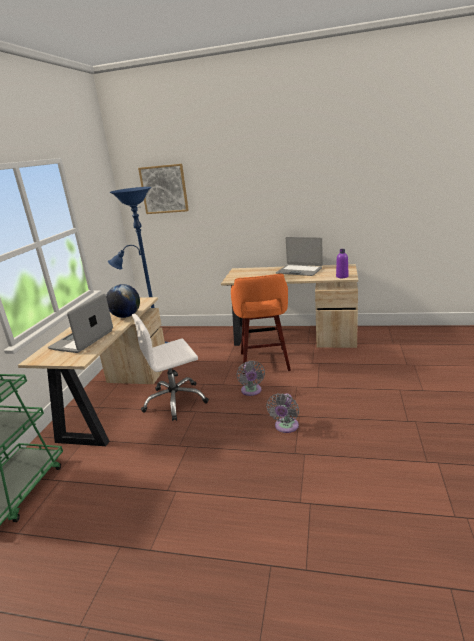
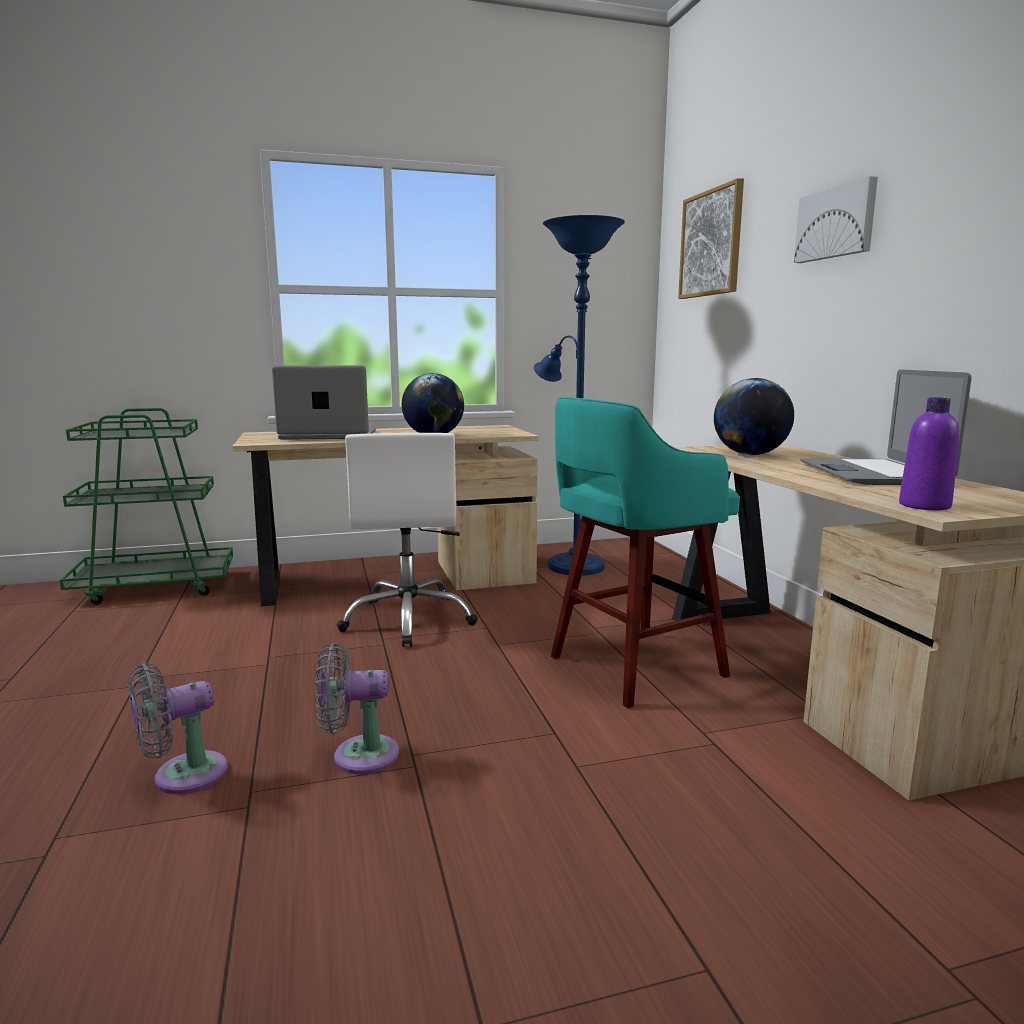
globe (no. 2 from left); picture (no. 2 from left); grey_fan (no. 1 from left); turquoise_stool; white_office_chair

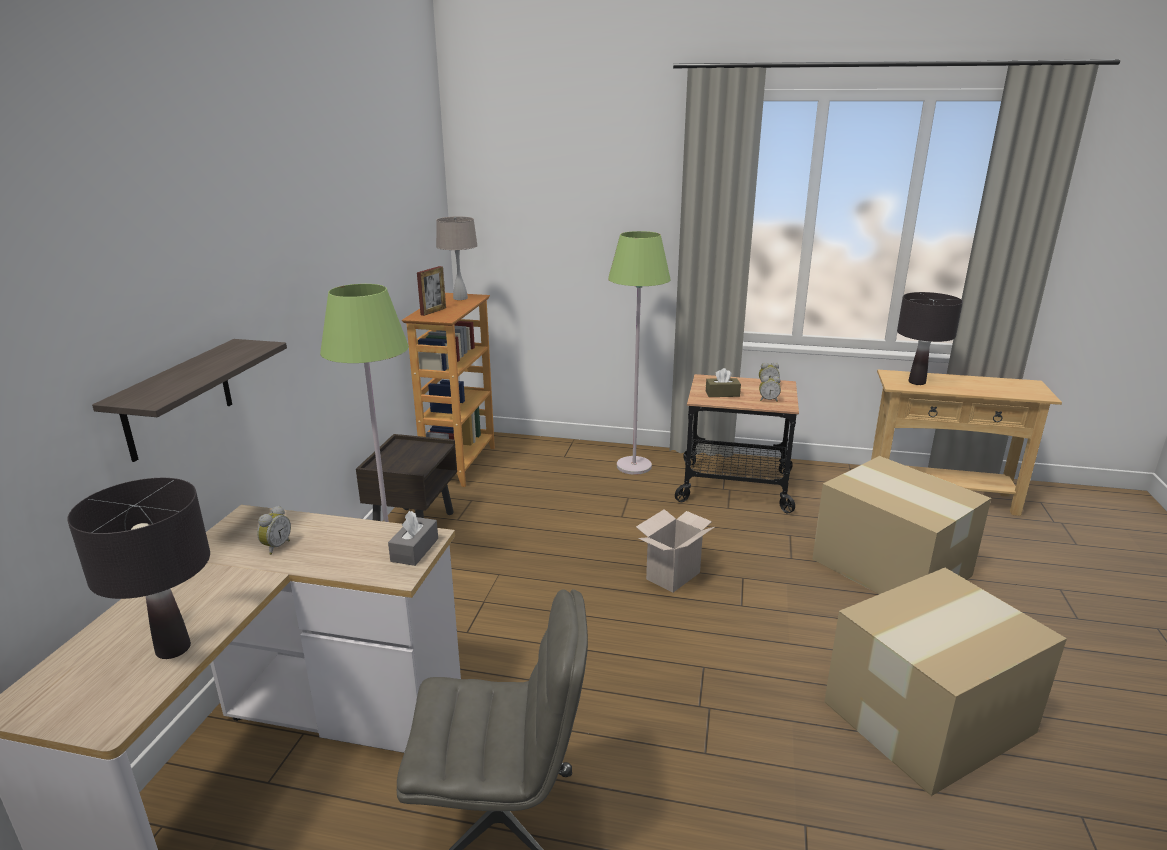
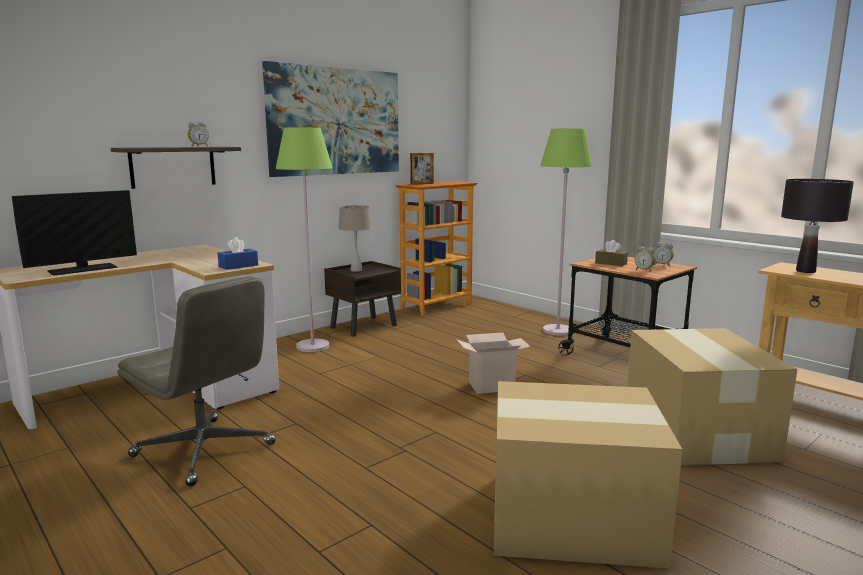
picture; alarm_clock (no. 1 from left); beige_table_lamp; monitor; blue_tissue_box

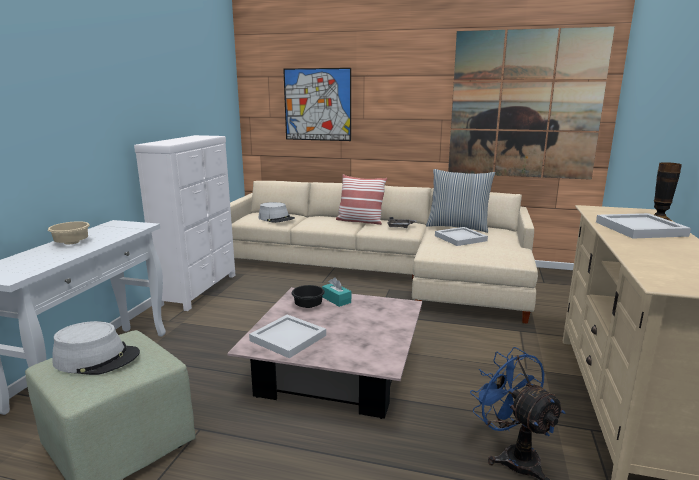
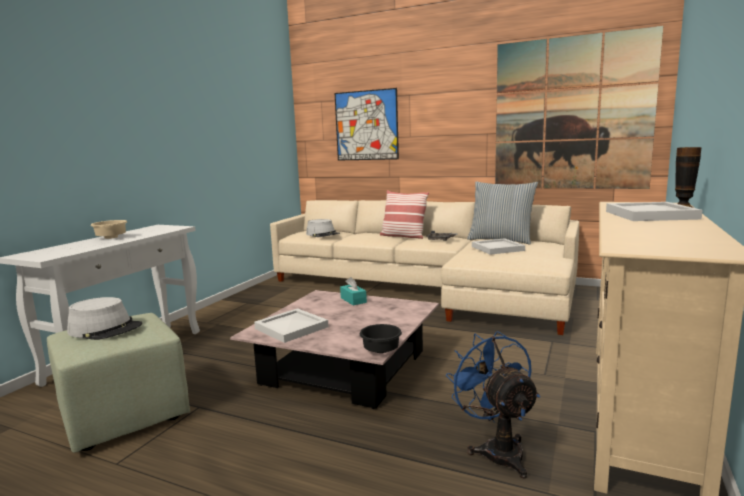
white_dresser; black_bowl

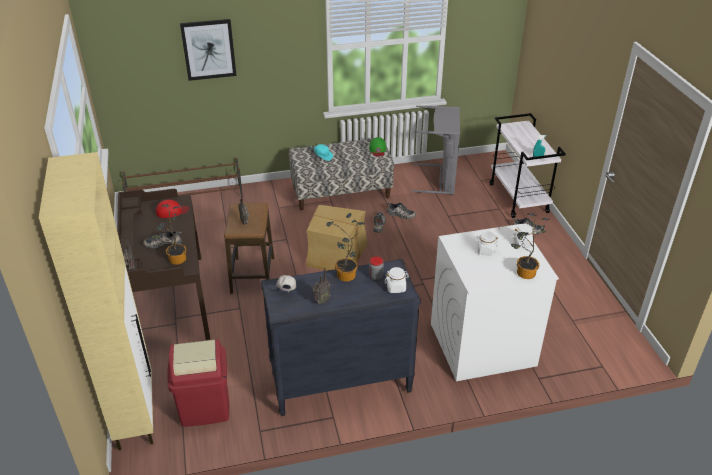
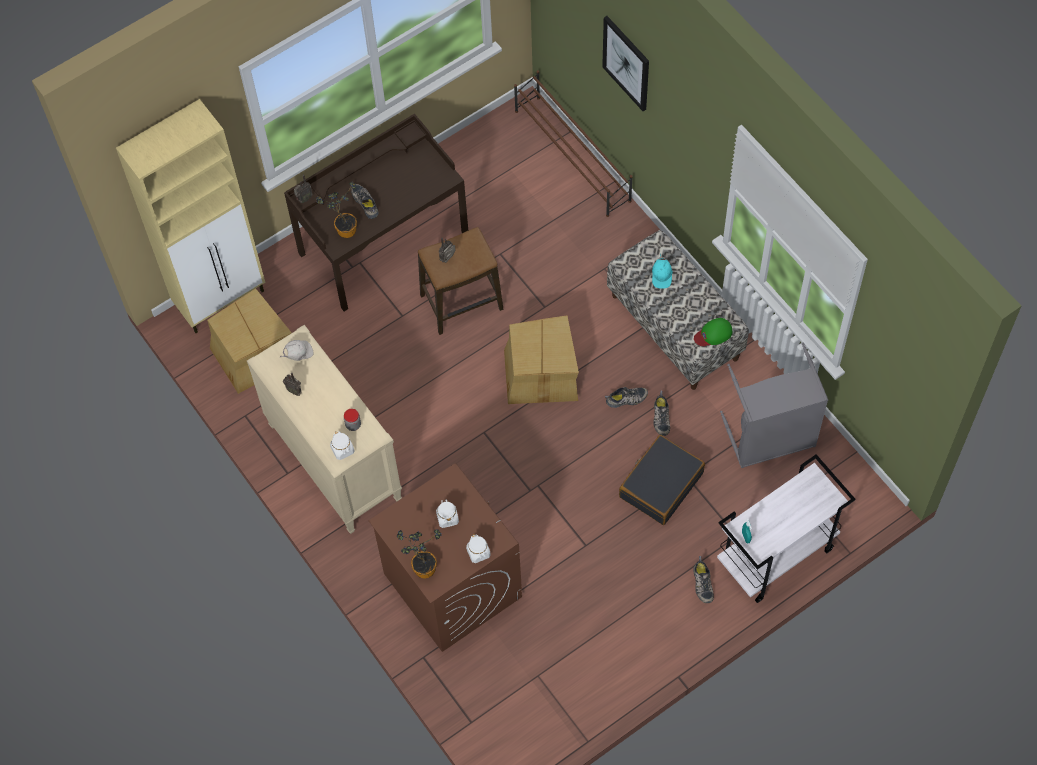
red_cap; potted_plant (no. 2 from left in the first image); black_suitcase; cardboard_box (no. 1 from left); beige_dresser; brown_washing_machine

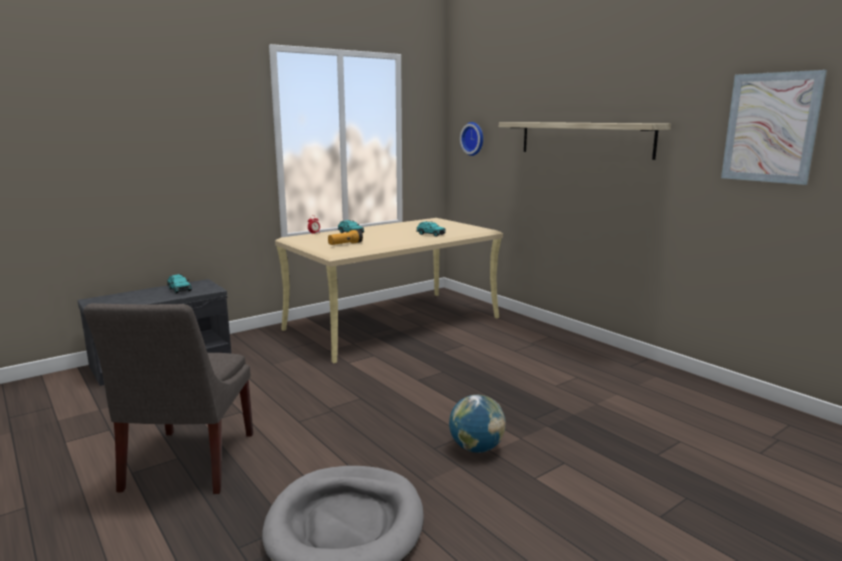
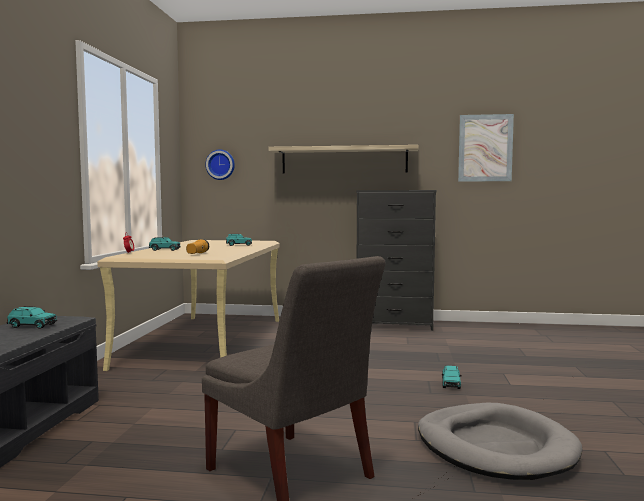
black_dresser; turquoise_toy_car (no. 4 from left)

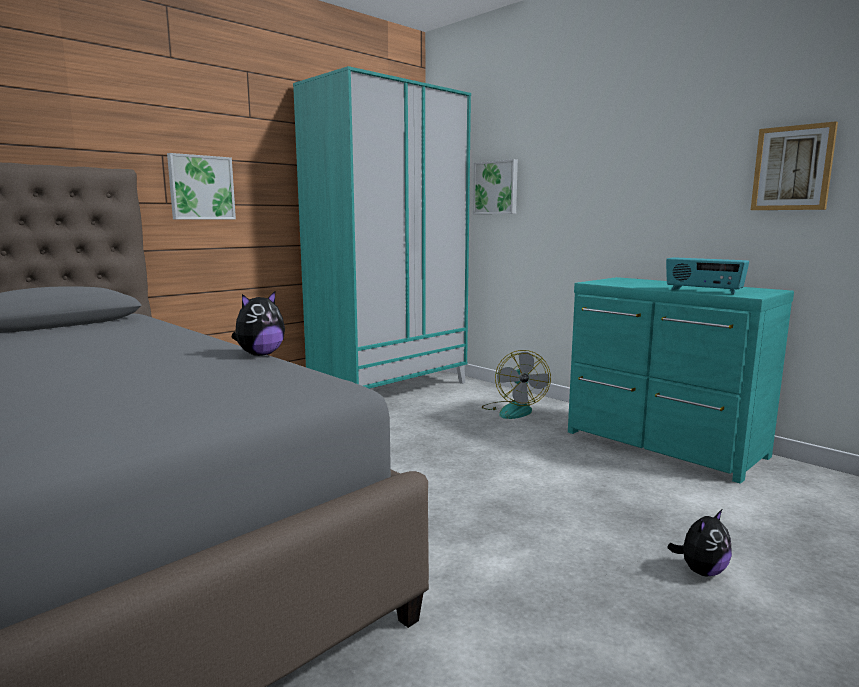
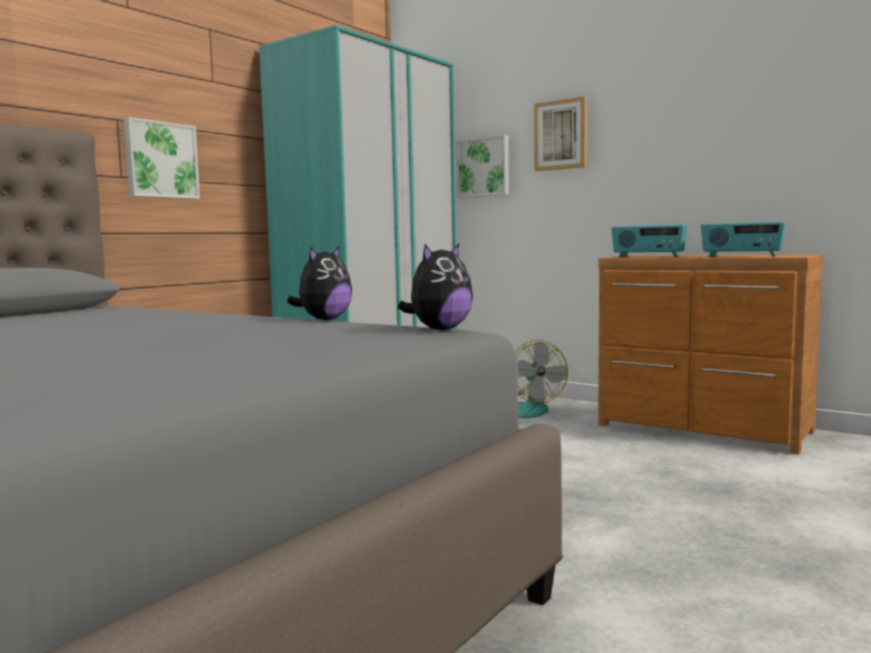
radio (no. 1 from left); plush_toy (no. 2 from left); picture (no. 3 from left); brown_dresser

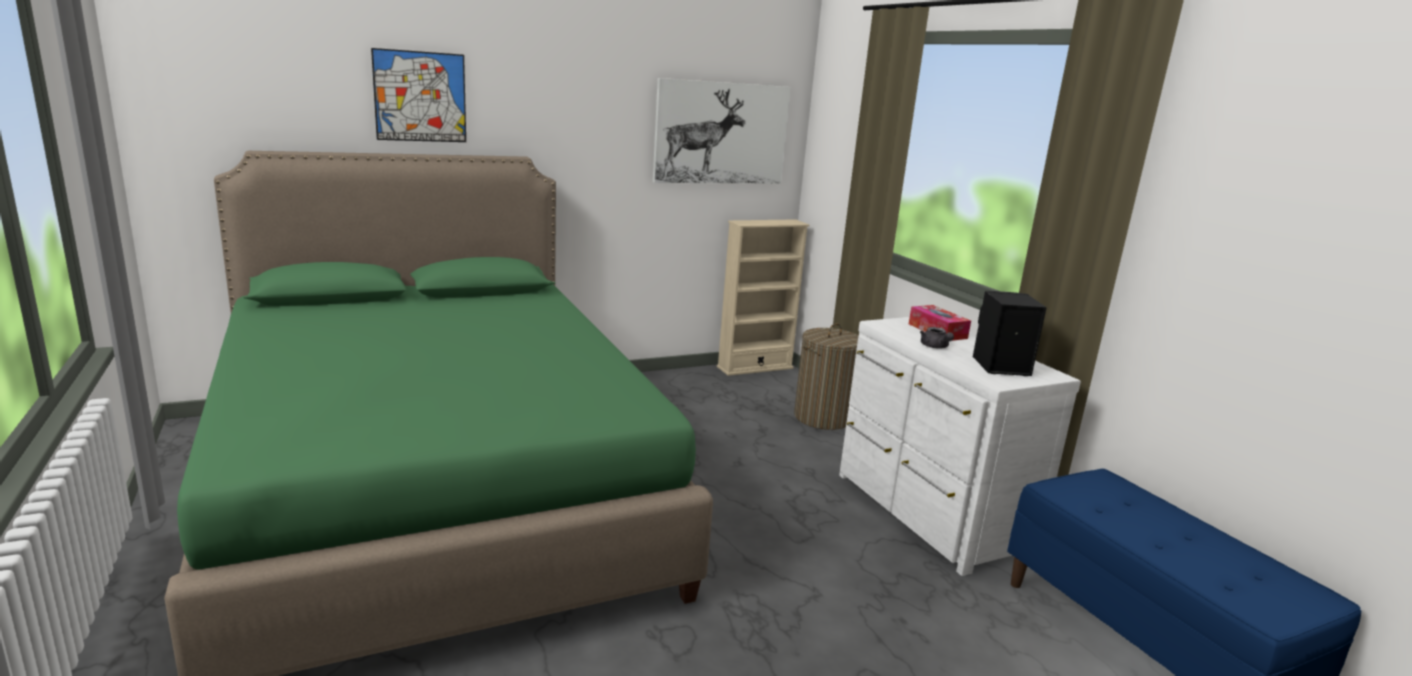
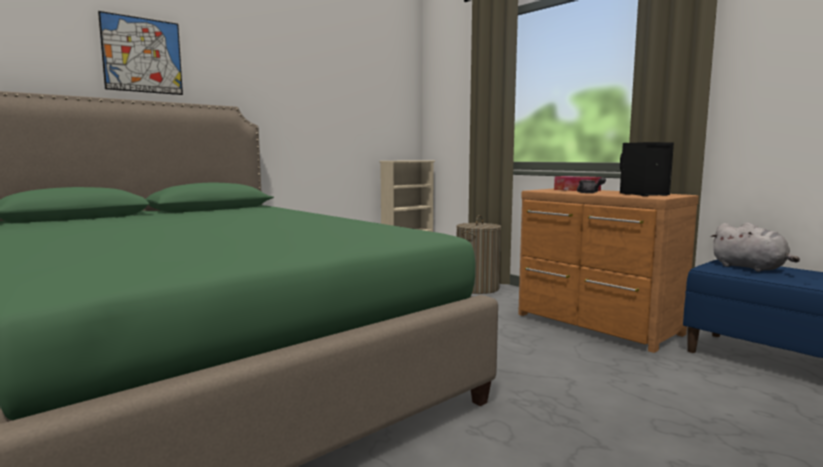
picture (no. 2 from left in the first image); grey_plush_toy; brown_dresser

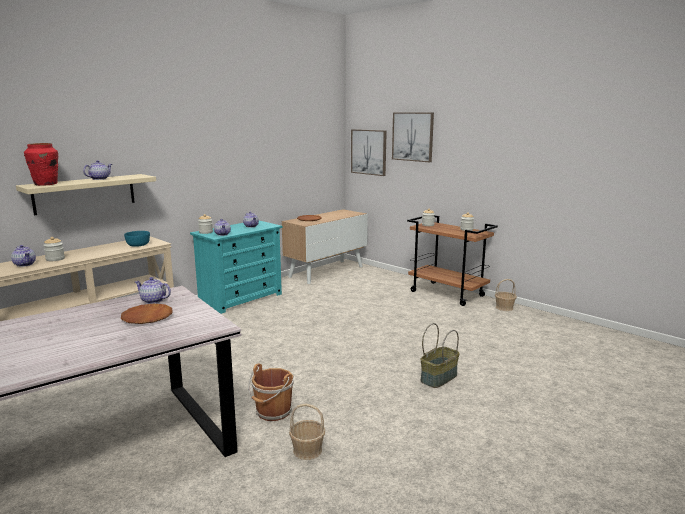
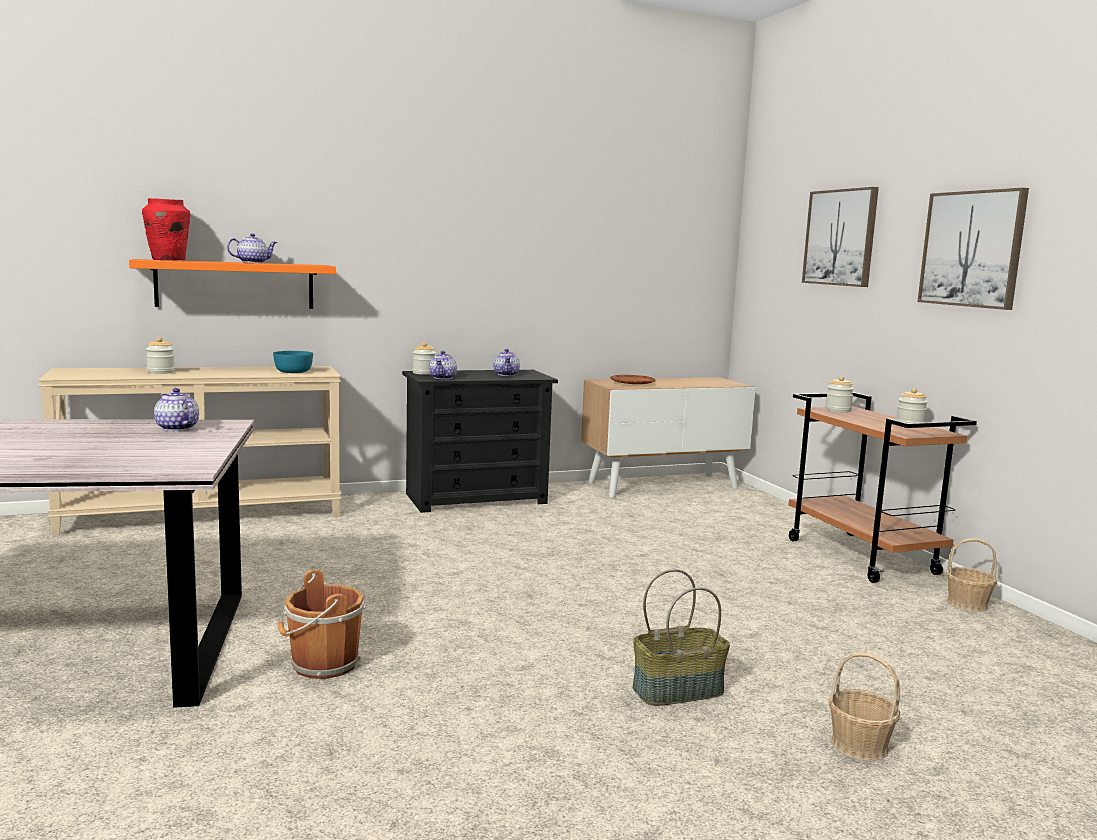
teapot (no. 1 from left in the first image); brown_plate (no. 1 from left in the first image); basket (no. 2 from left); picture (no. 2 from left); orange_shelf; black_dresser

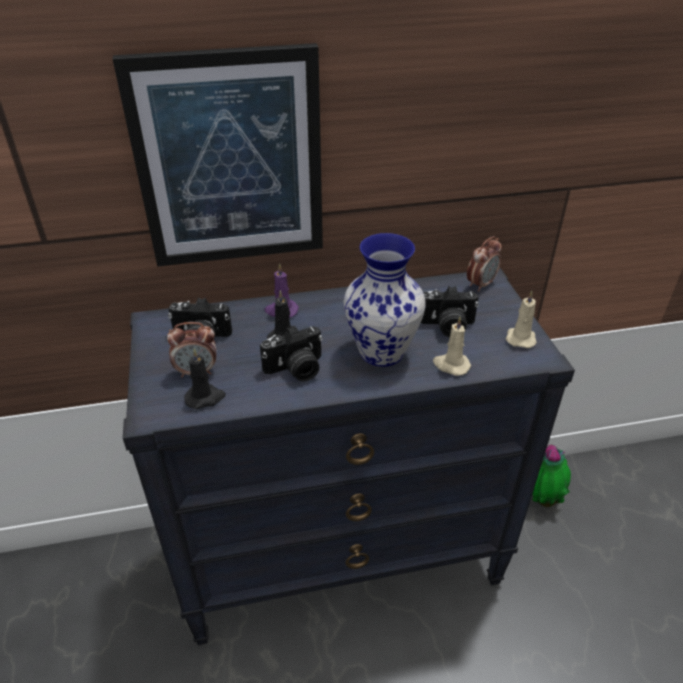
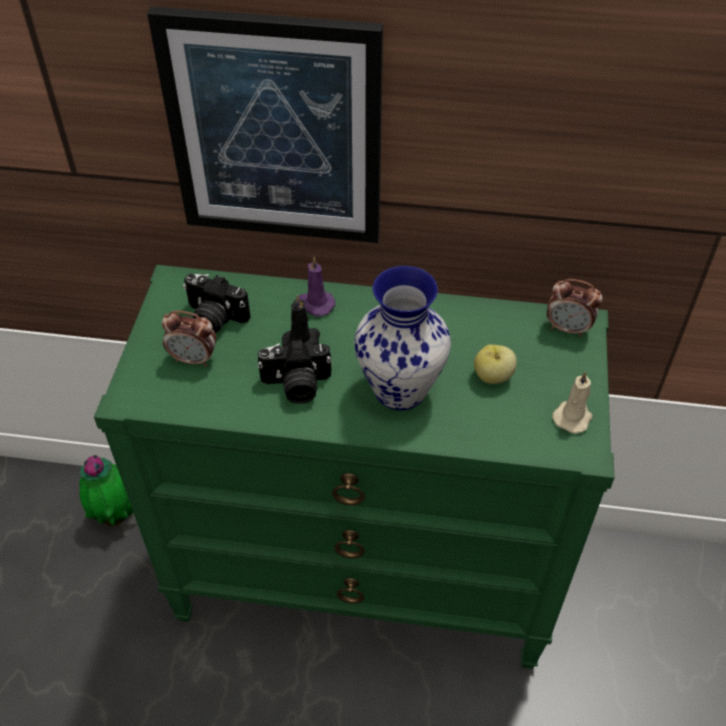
black_candle (no. 1 from left in the first image); beige_candle (no. 1 from left in the first image); potted_plant; apple; green_dresser; alarm_clock (no. 2 from left)

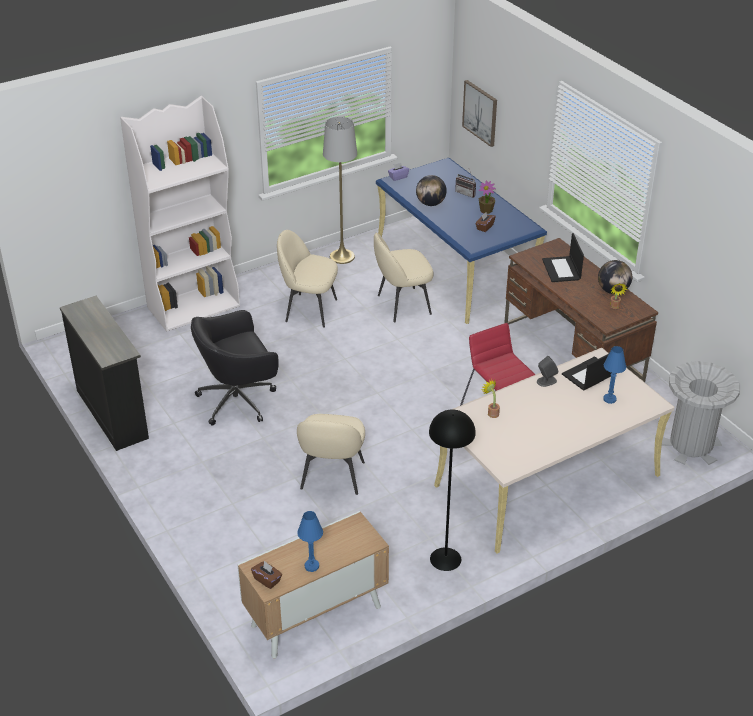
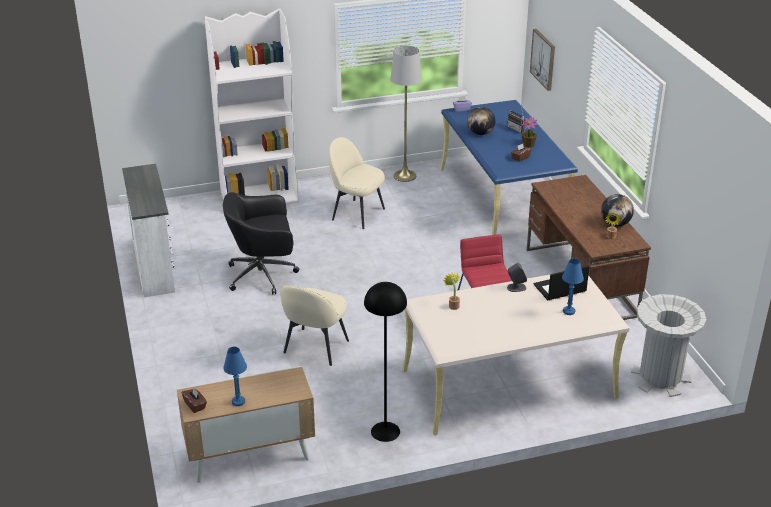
beige_chair (no. 3 from left in the first image); laptop (no. 1 from left in the first image); white_dresser

